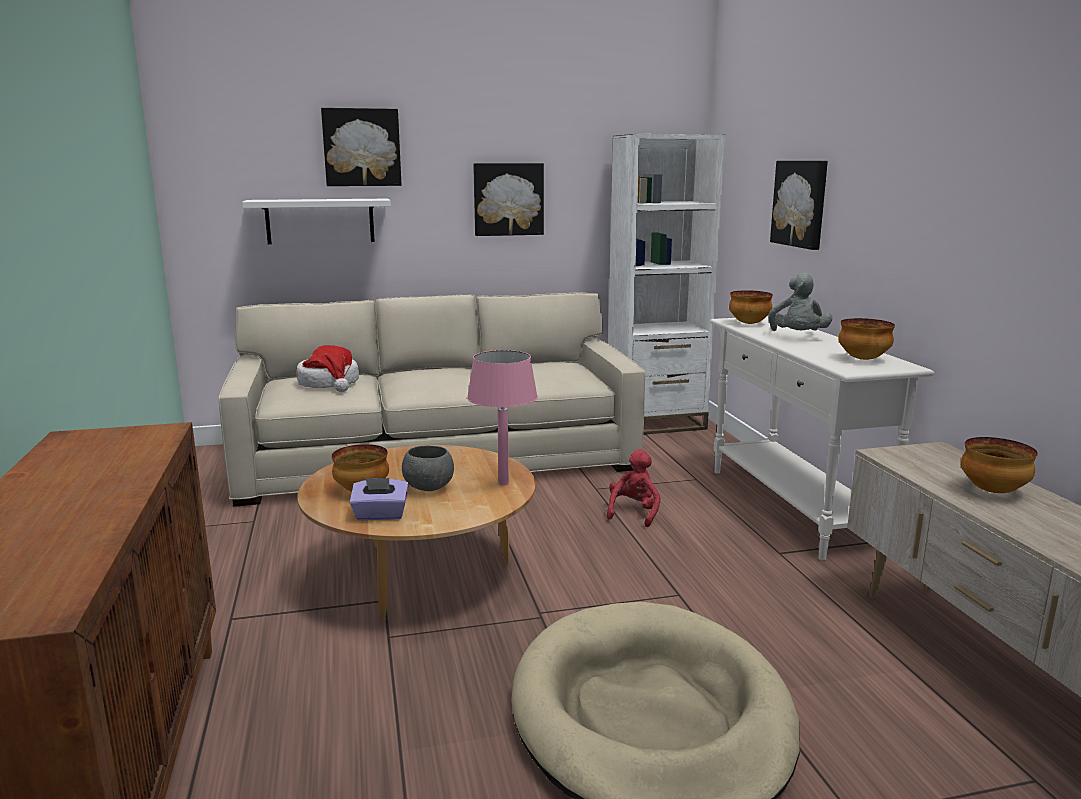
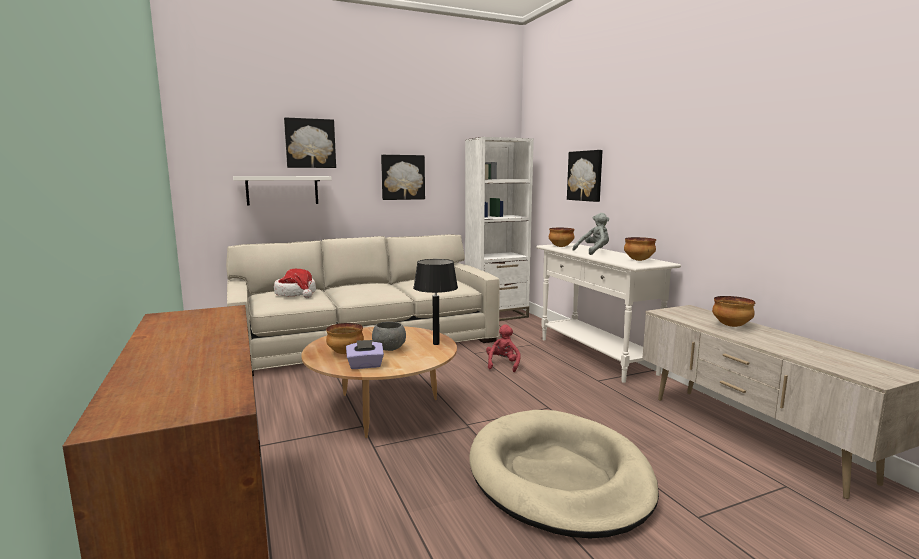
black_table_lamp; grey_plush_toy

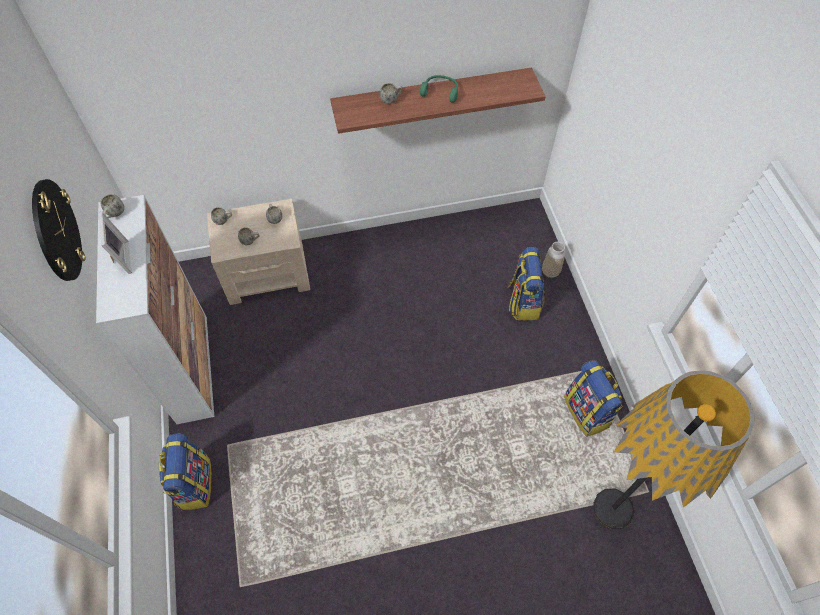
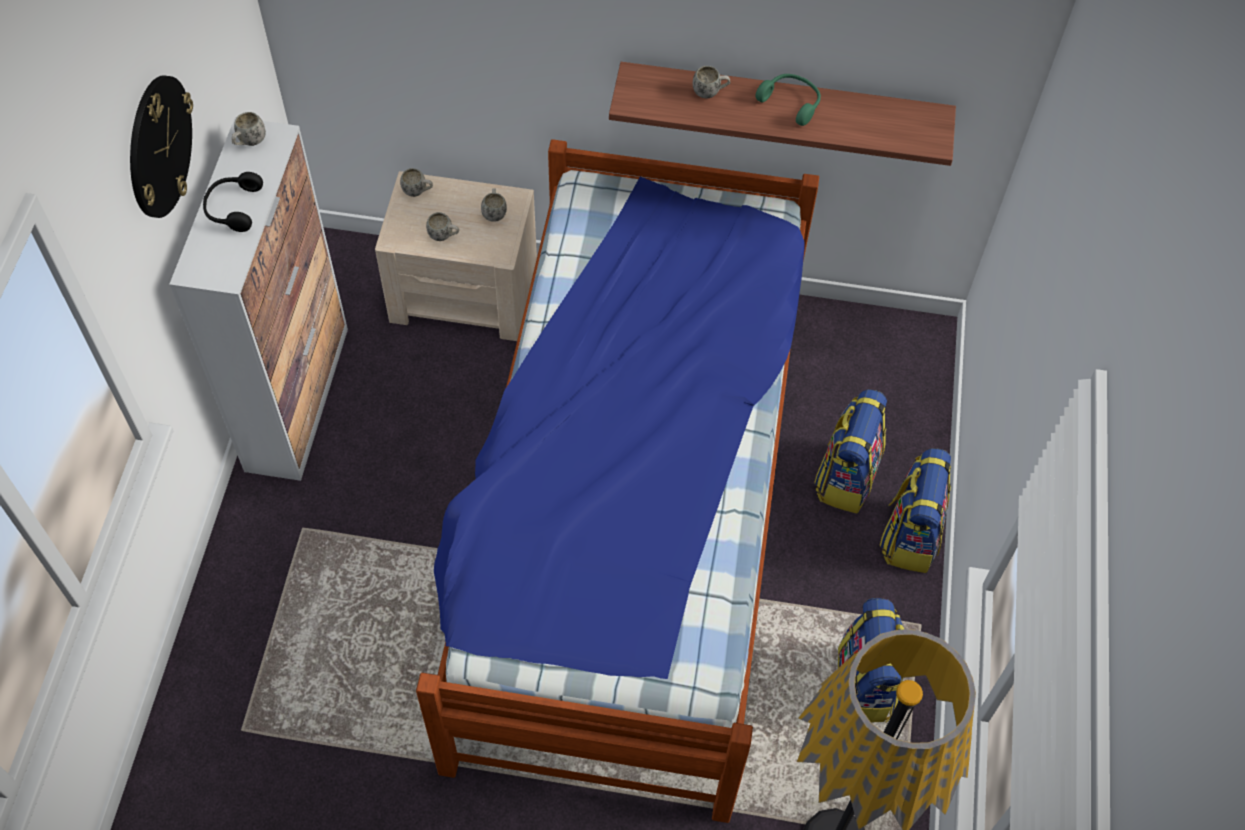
vase; bed; backpack (no. 3 from left); black_headphones

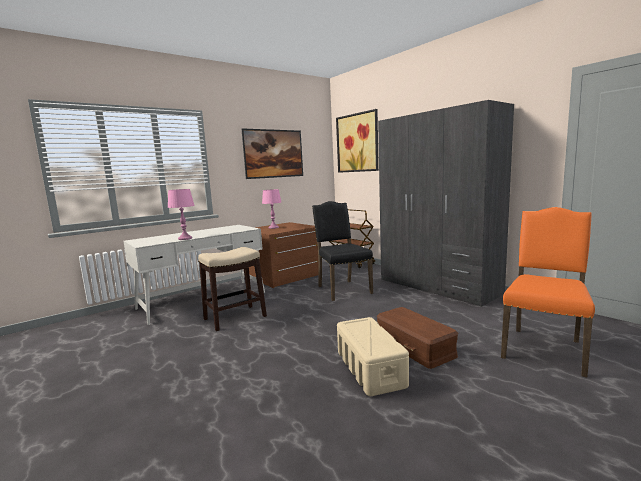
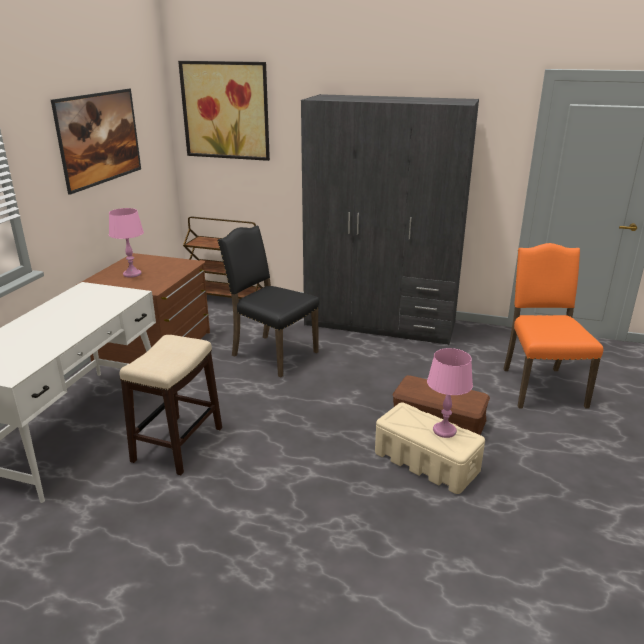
pink_table_lamp (no. 2 from left)

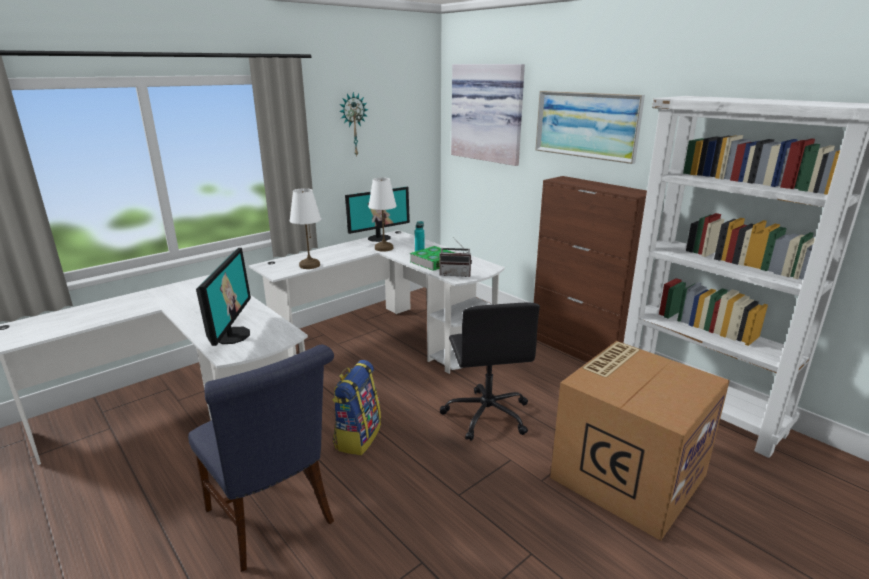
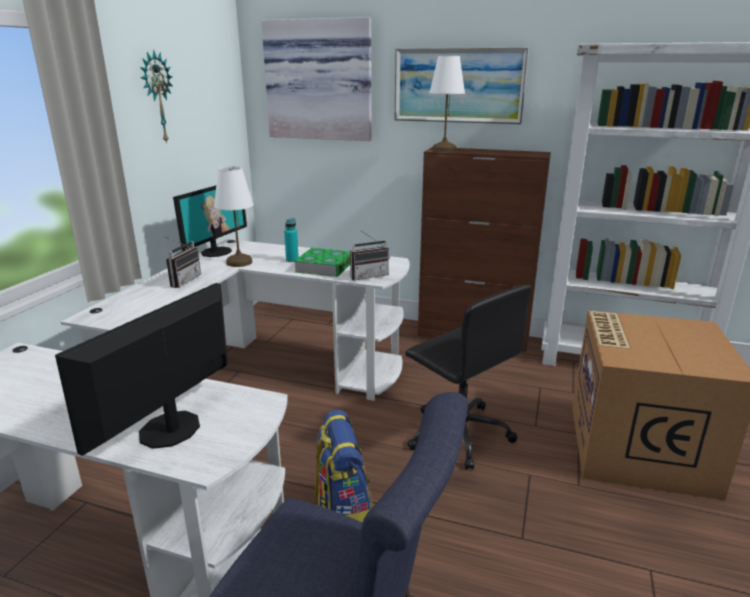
radio (no. 1 from left); white_table_lamp (no. 2 from left); monitor (no. 1 from left)

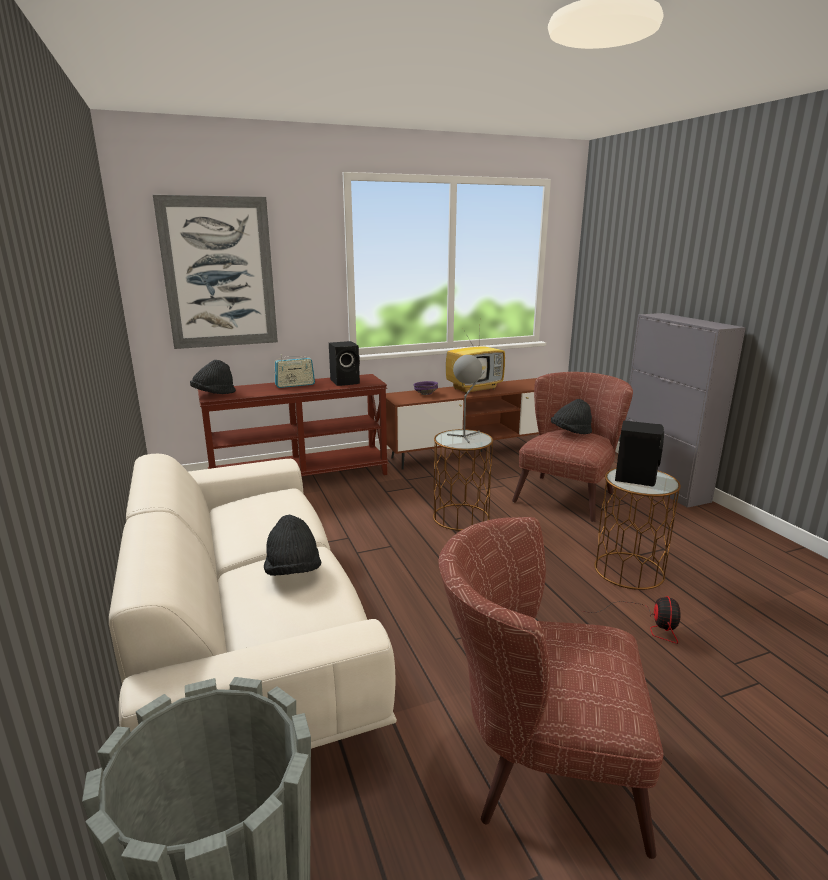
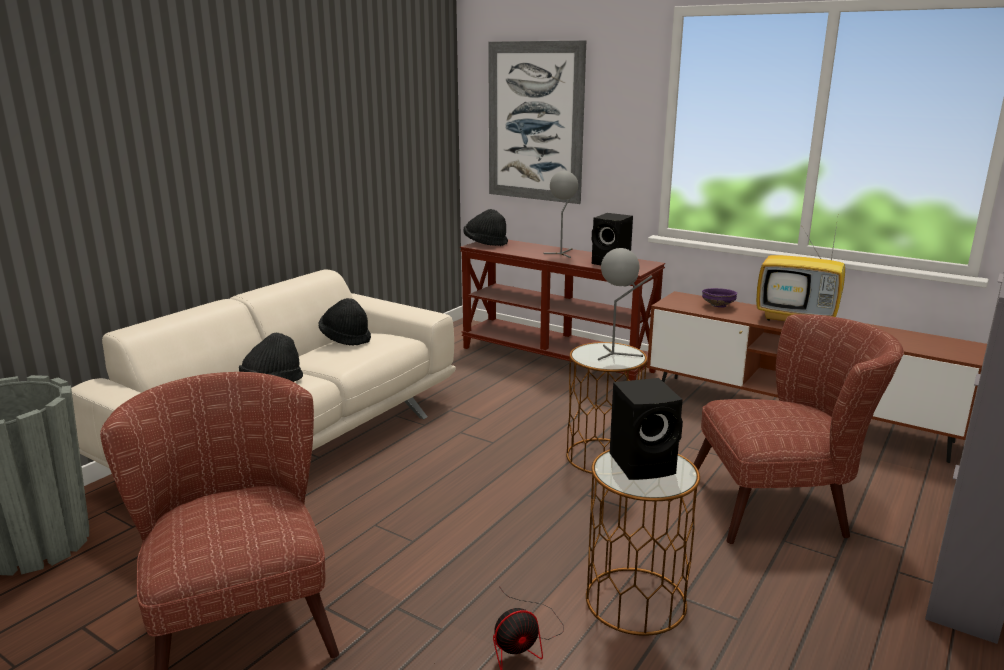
black_hat (no. 2 from left); grey_table_lamp (no. 1 from left)

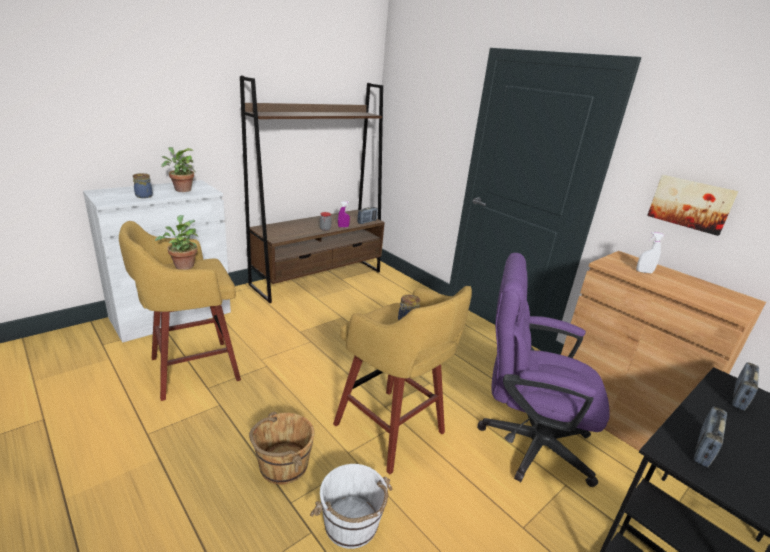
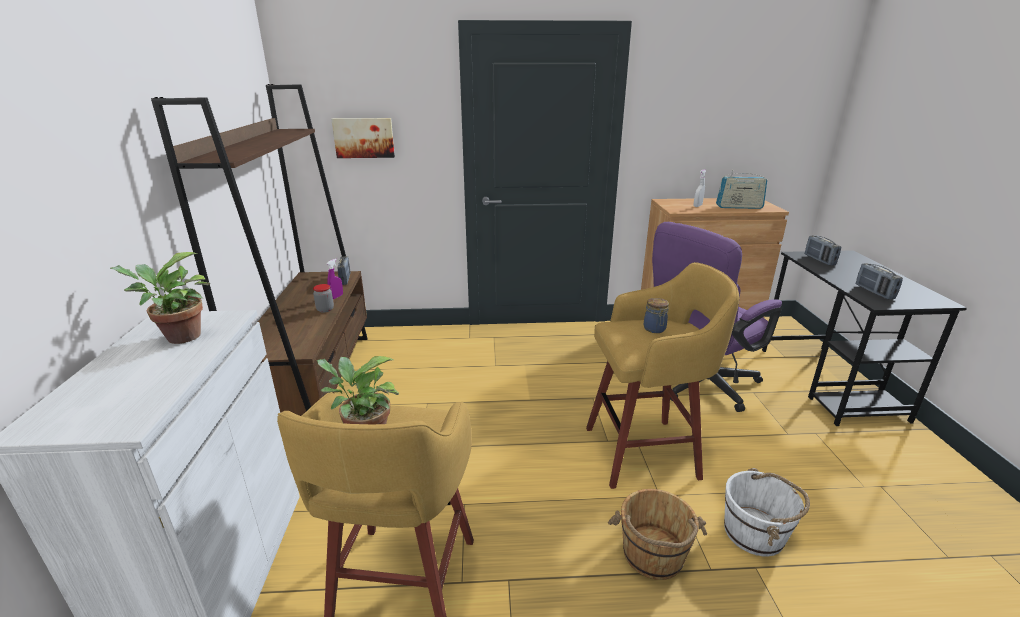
jar (no. 1 from left in the first image); radio (no. 2 from left); picture

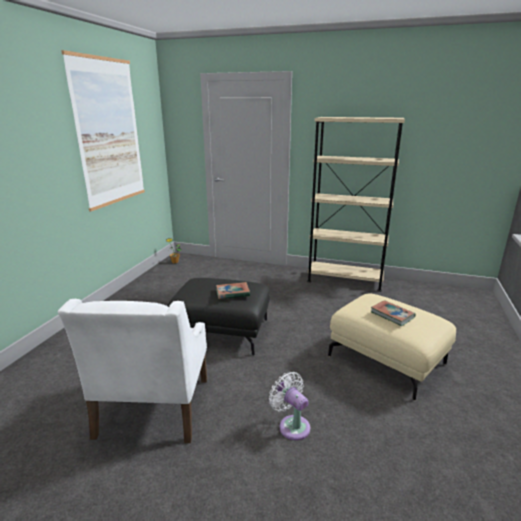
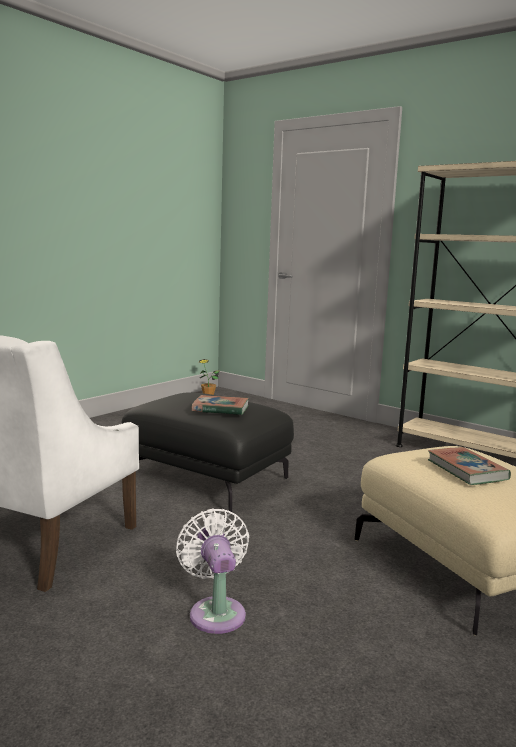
picture

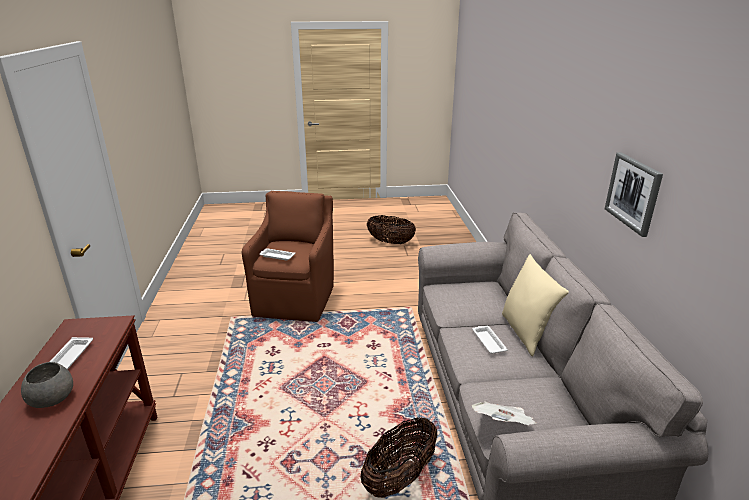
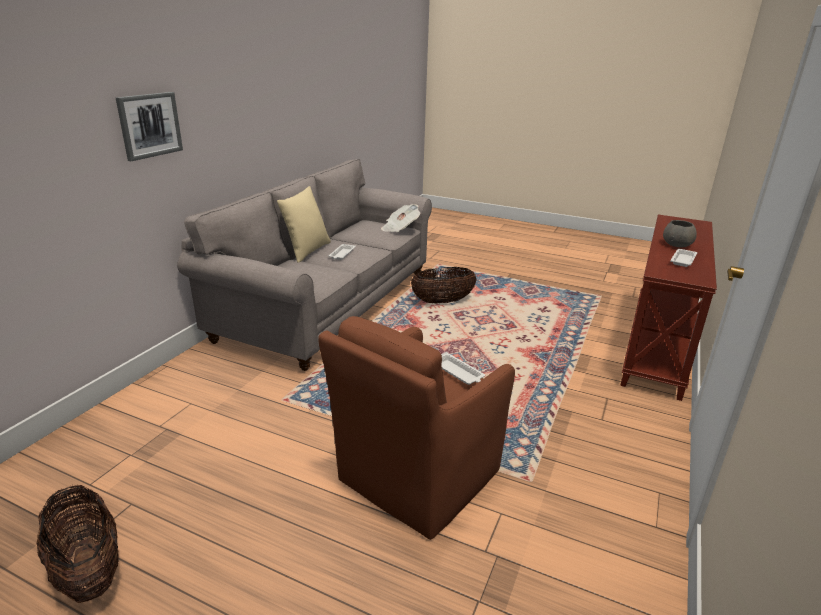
picture

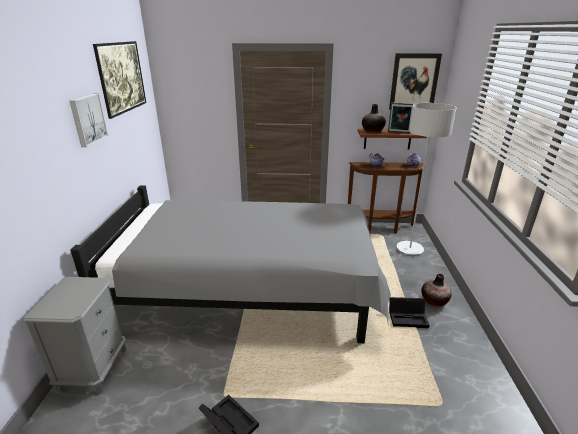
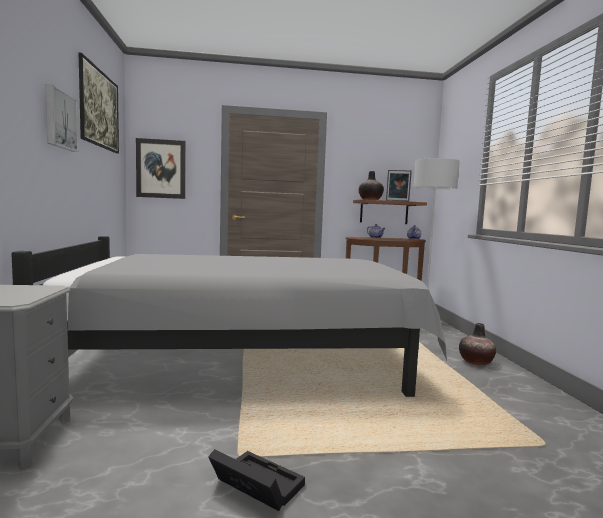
black_storage_box (no. 2 from left in the first image); picture (no. 3 from left)

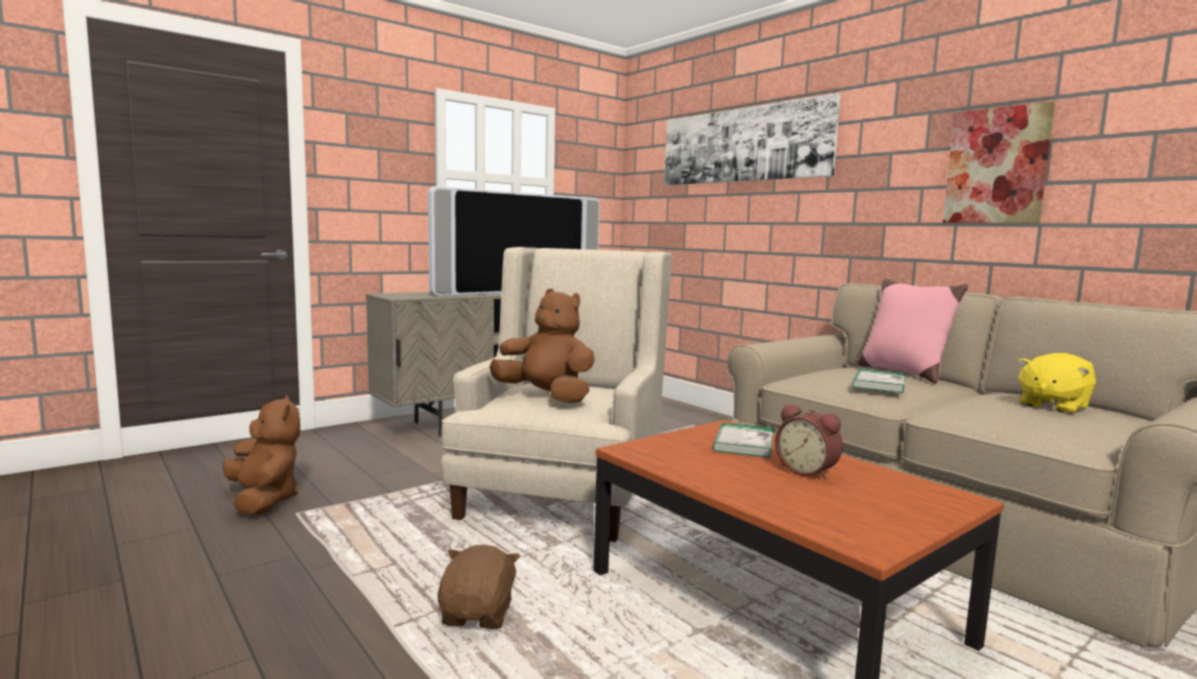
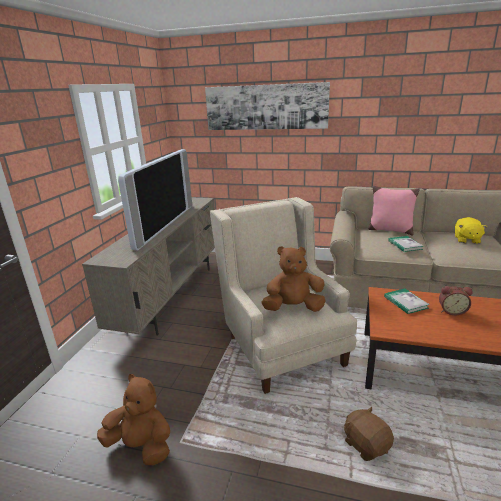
picture (no. 2 from left in the first image)

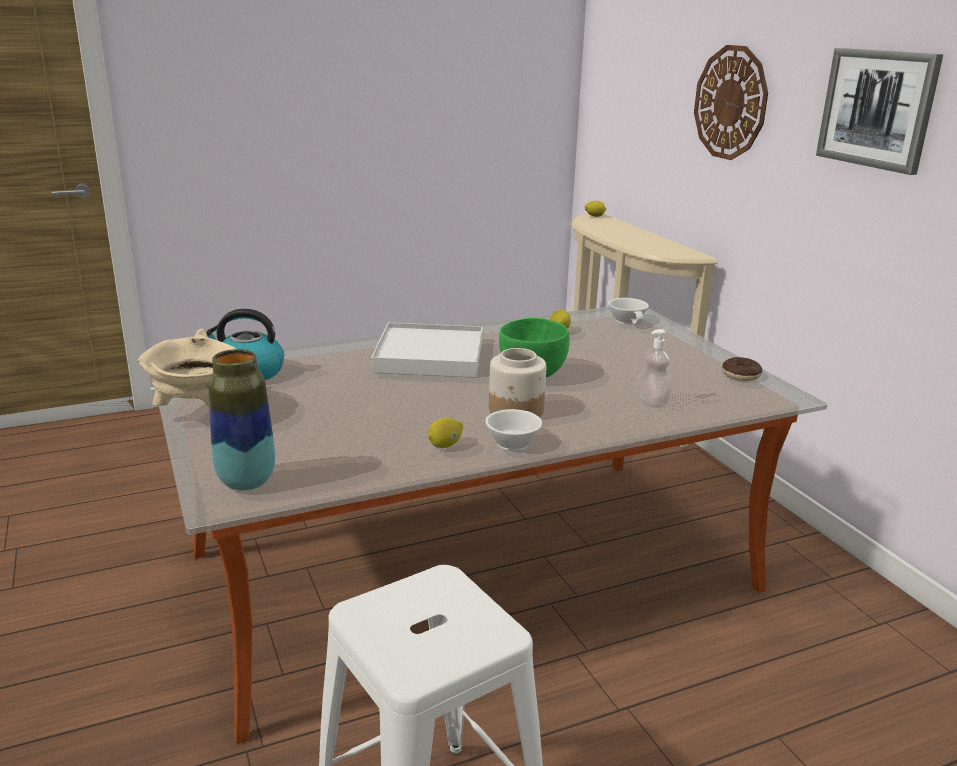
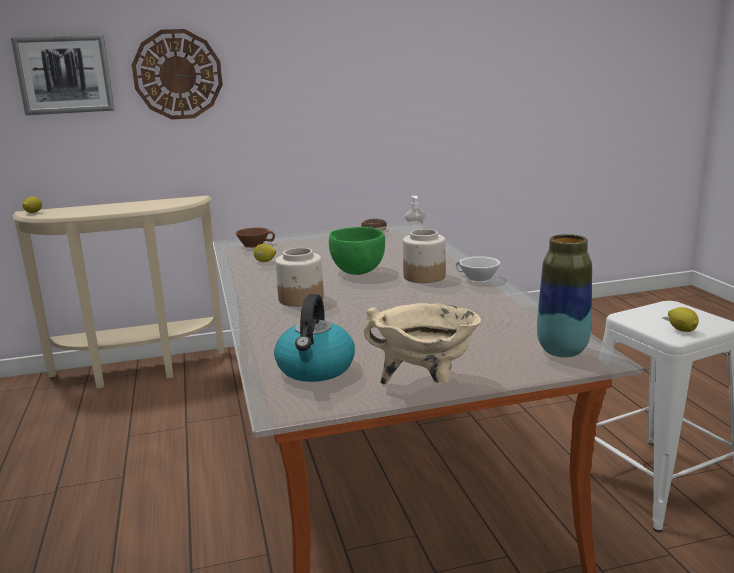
lemon (no. 3 from left); picture; jar (no. 1 from left); brown_cup

